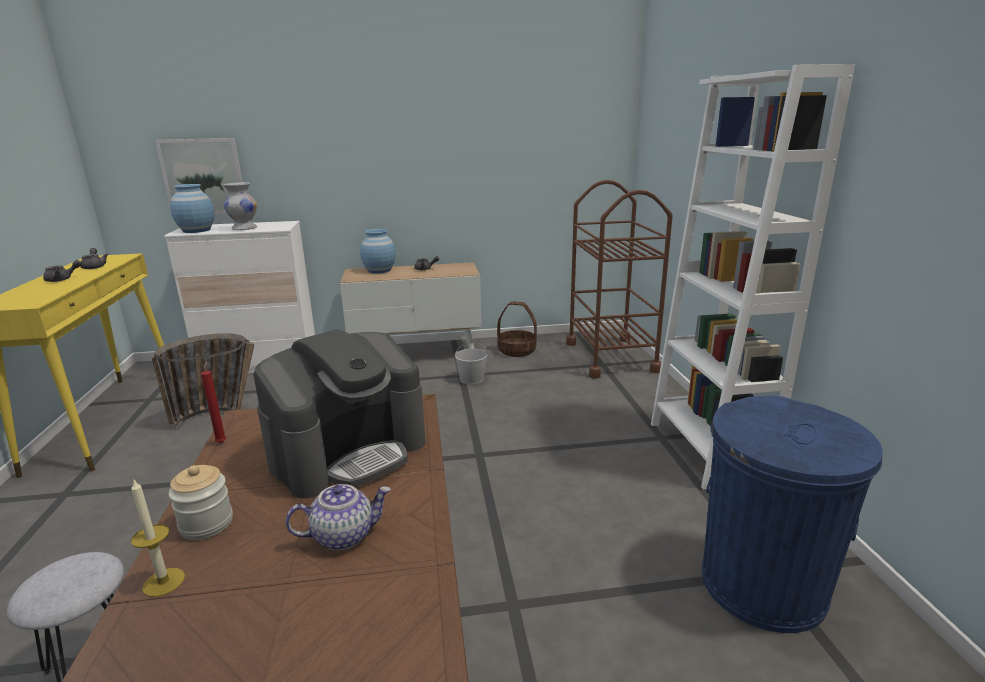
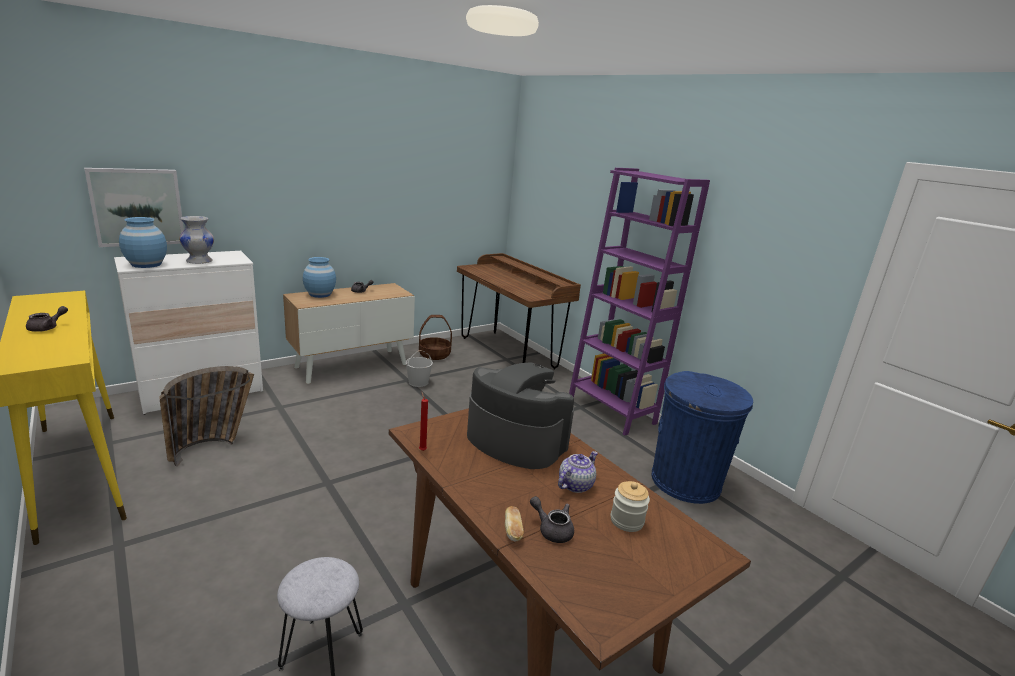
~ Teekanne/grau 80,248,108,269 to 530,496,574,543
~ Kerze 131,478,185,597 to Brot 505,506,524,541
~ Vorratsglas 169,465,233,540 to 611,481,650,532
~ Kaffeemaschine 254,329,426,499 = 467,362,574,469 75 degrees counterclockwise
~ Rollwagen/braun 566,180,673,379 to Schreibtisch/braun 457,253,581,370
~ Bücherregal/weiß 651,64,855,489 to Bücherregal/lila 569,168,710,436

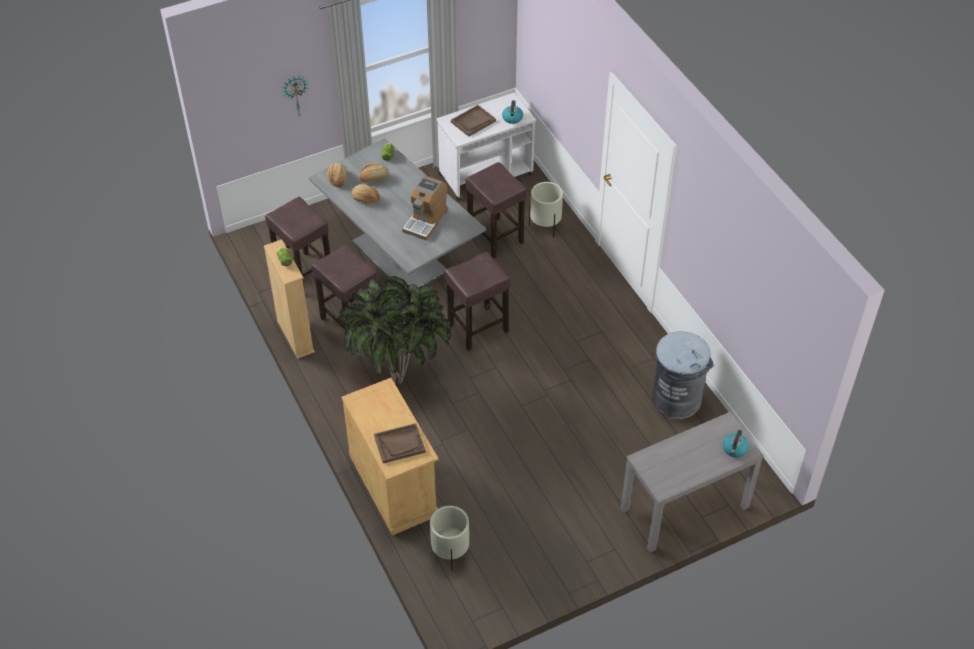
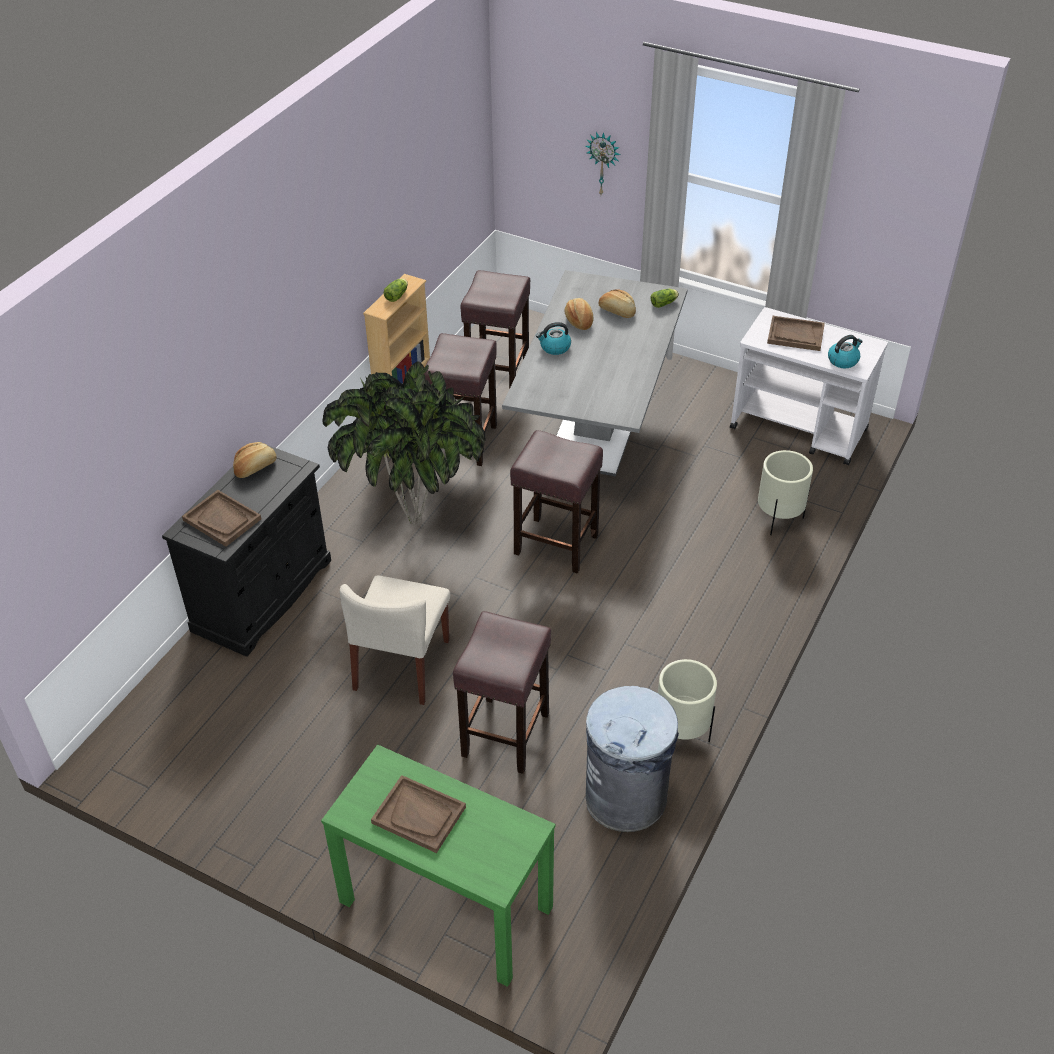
~ Brot 327,163,347,188 to 233,442,277,478
~ Schrank/beige 342,378,439,535 to Schrank/schwarz 162,445,331,656
- Kaffeemaschine 402,175,448,240
~ Pflanzkübel/beige 430,506,469,570 to 658,659,717,742
~ Hocker/braun 466,162,527,259 to 453,611,551,774
~ Konsolentisch/grau 620,412,764,552 to Konsolentisch/grün 321,744,555,987
~ Wasserkessel 723,430,749,457 to 536,322,571,355
+ Stuhl/beige 340,575,450,705
+ Tablett/braun 371,775,466,853

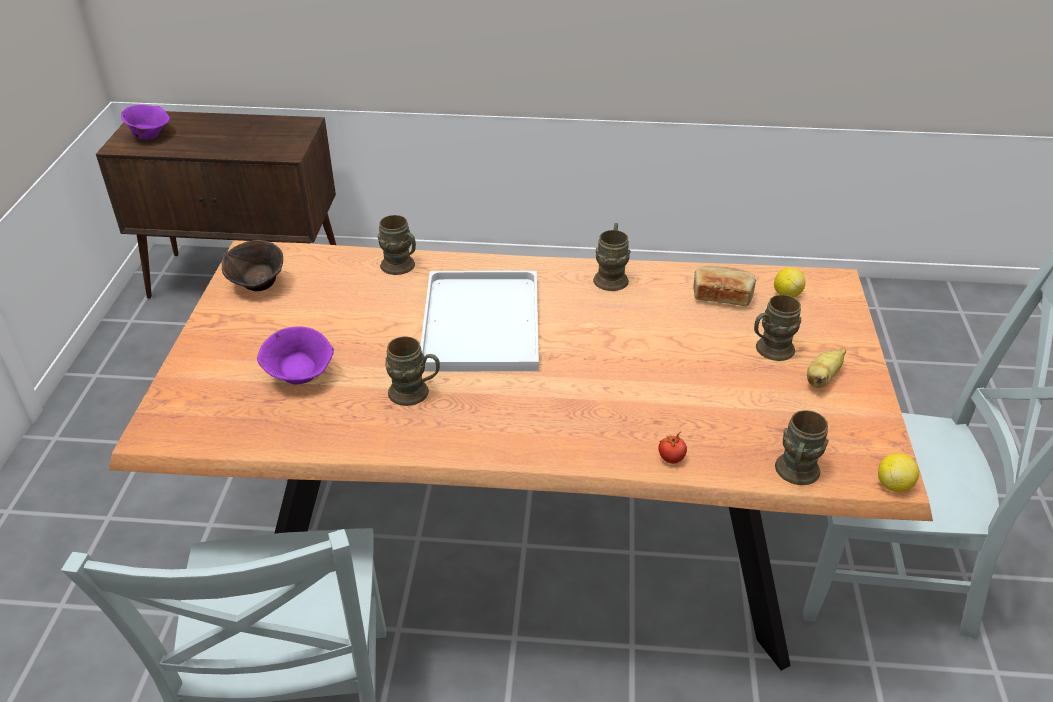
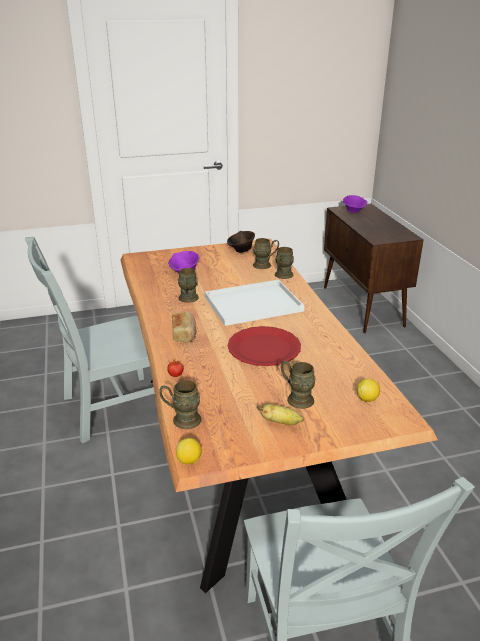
~ Henkelbecher/braun 593,223,631,291 to 253,238,279,269
~ Brot 693,266,756,306 to 172,311,196,343
+ Teller/rot 228,326,301,366

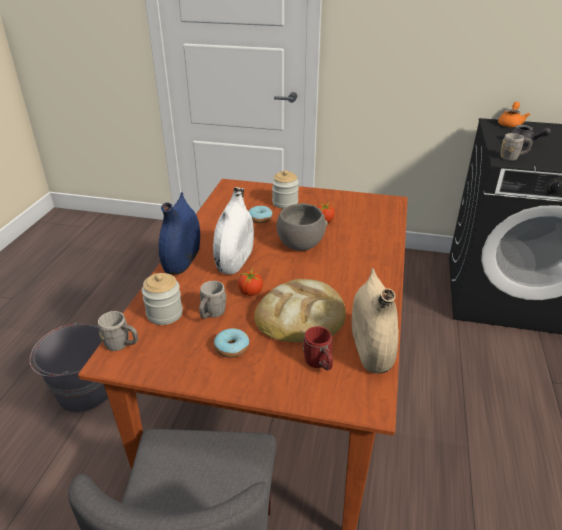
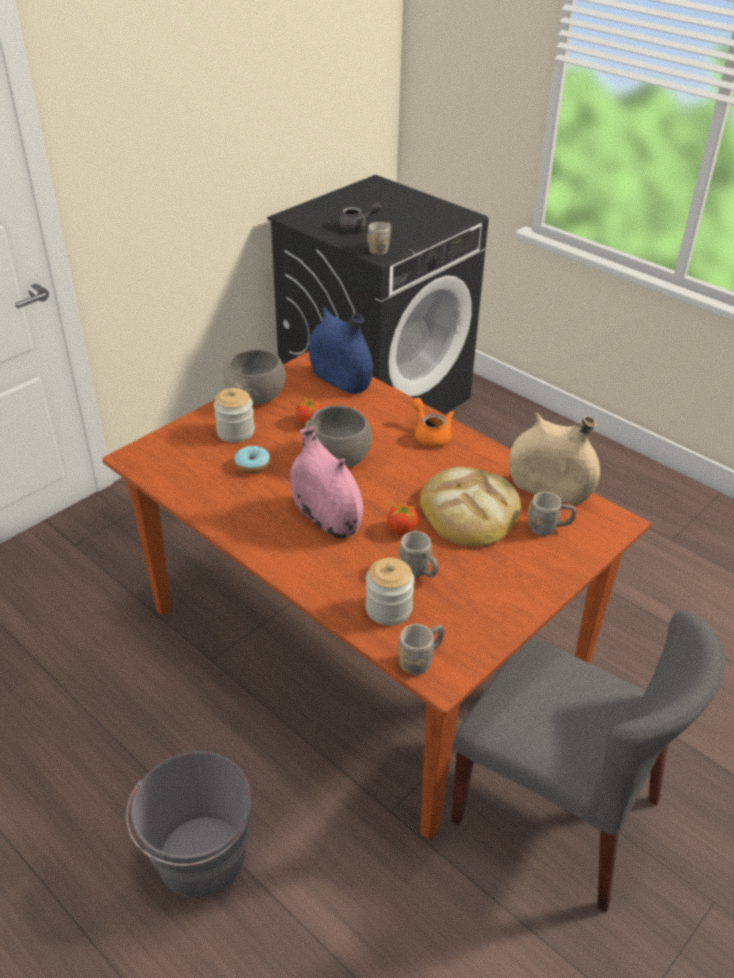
~ Vase/blau 159,192,200,274 to 309,307,373,394
~ Vase/weiß 213,187,254,274 to Vase/rosa 290,426,363,538
- Donut 214,328,249,358
~ Henkelbecher/rot 302,326,333,371 to Henkelbecher/grau 528,492,576,536
~ Teekanne/orange 498,102,530,127 to 412,398,454,447
+ Schüssel/grau 223,349,286,405

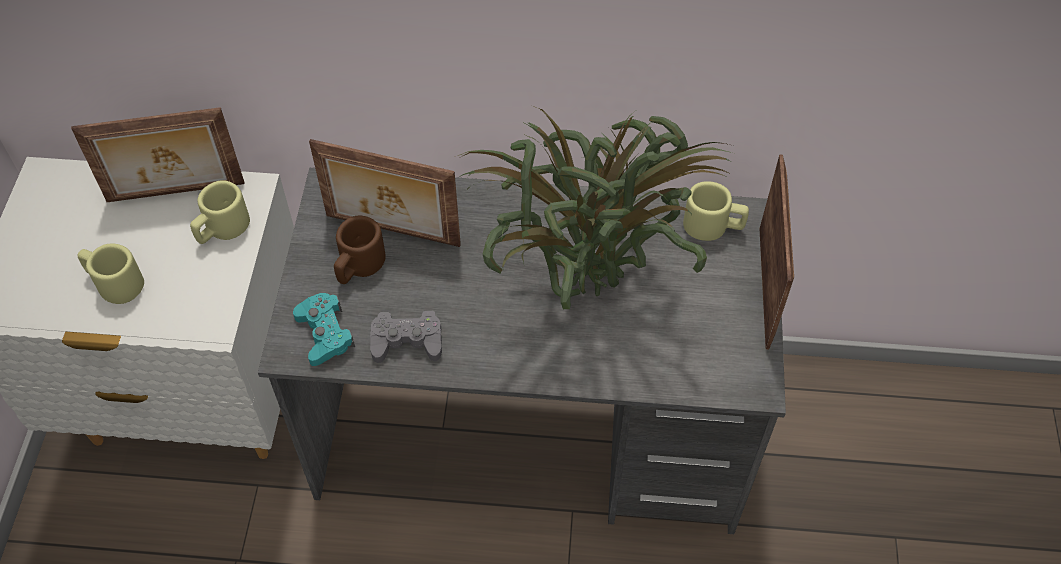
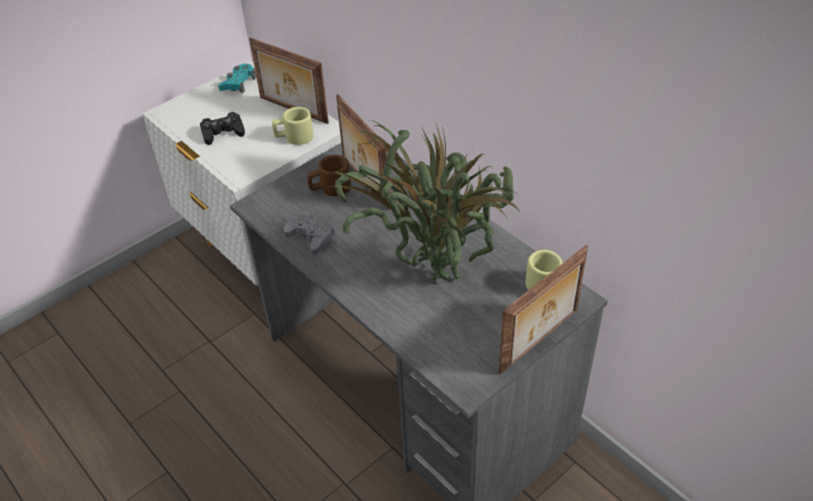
~ Henkelbecher/beige 78,243,144,304 to Gamepad/schwarz 200,112,245,145
~ Gamepad/türkis 293,293,355,366 to 218,64,256,94

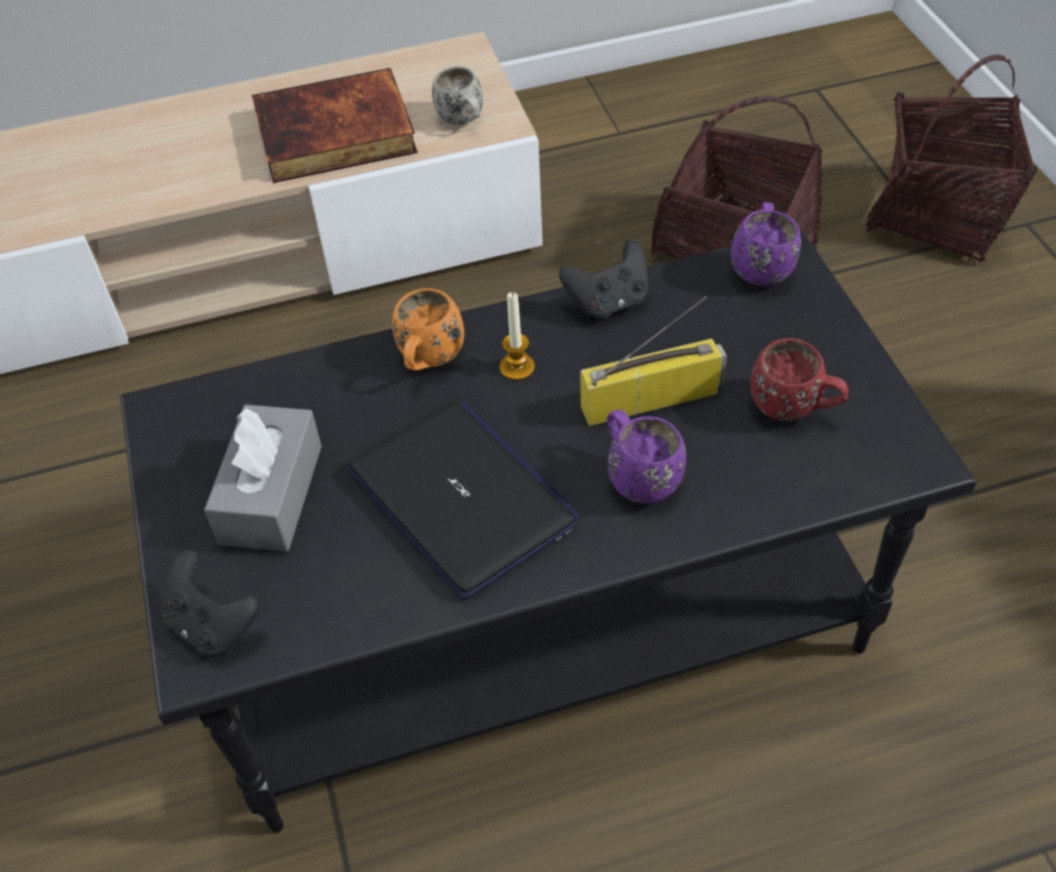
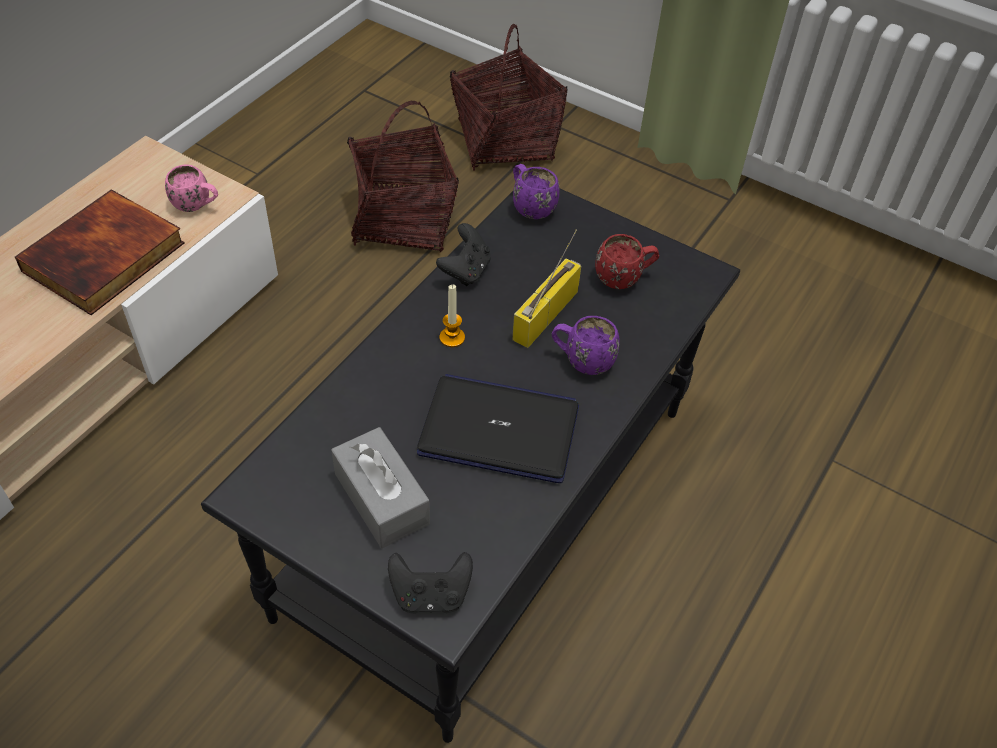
- Henkelbecher/orange 392,288,464,370
~ Henkelbecher/weiß 432,66,483,125 to Henkelbecher/rosa 165,164,218,212

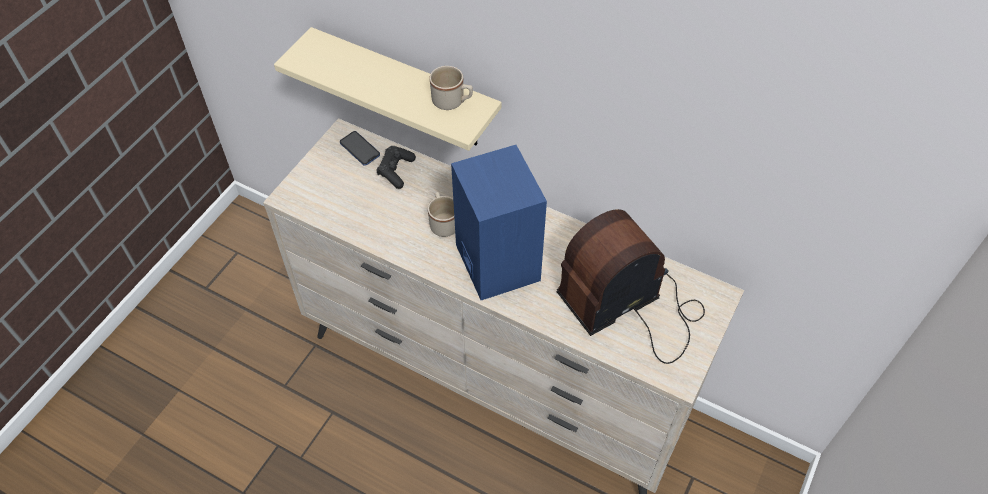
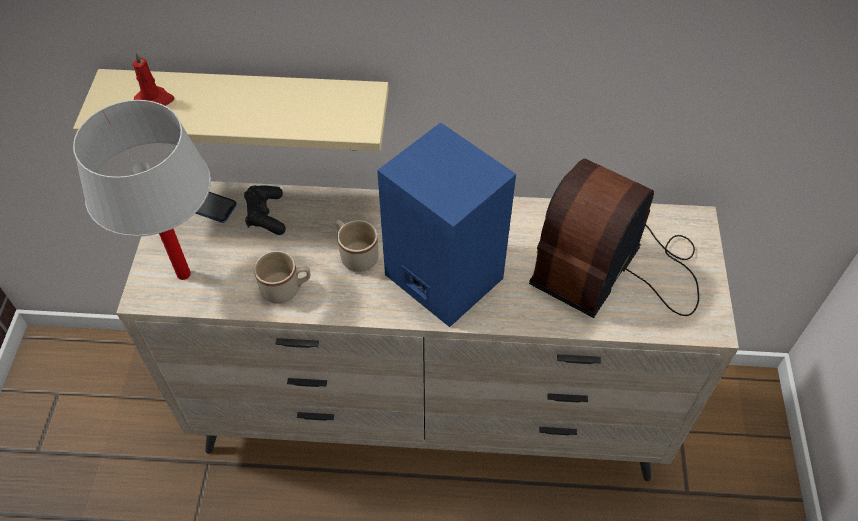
~ Henkelbecher/beige 430,66,473,110 to 254,251,311,304
+ Tischlampe/weiß 73,100,211,280
+ Kerze/rot 132,52,174,106

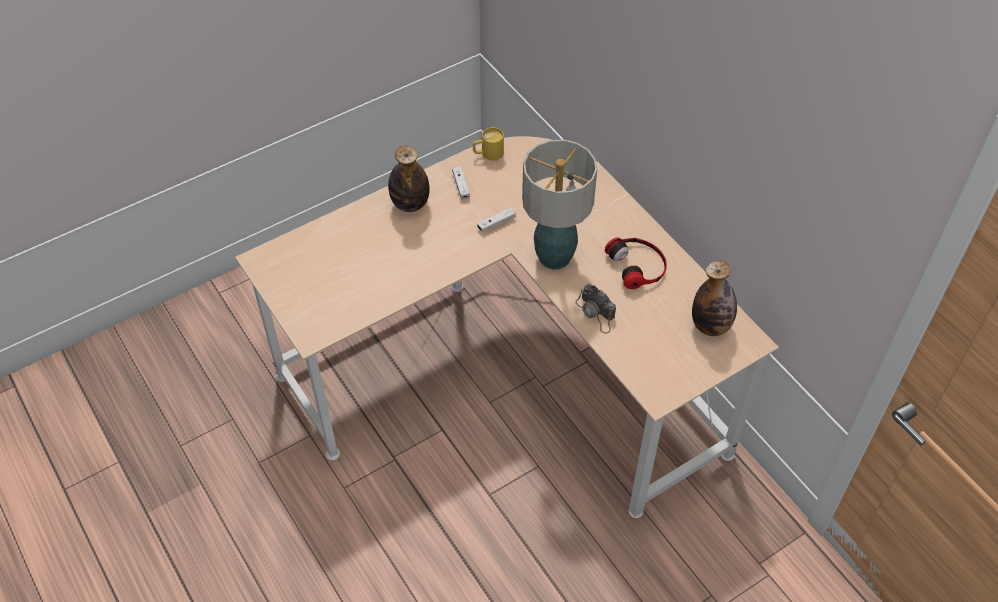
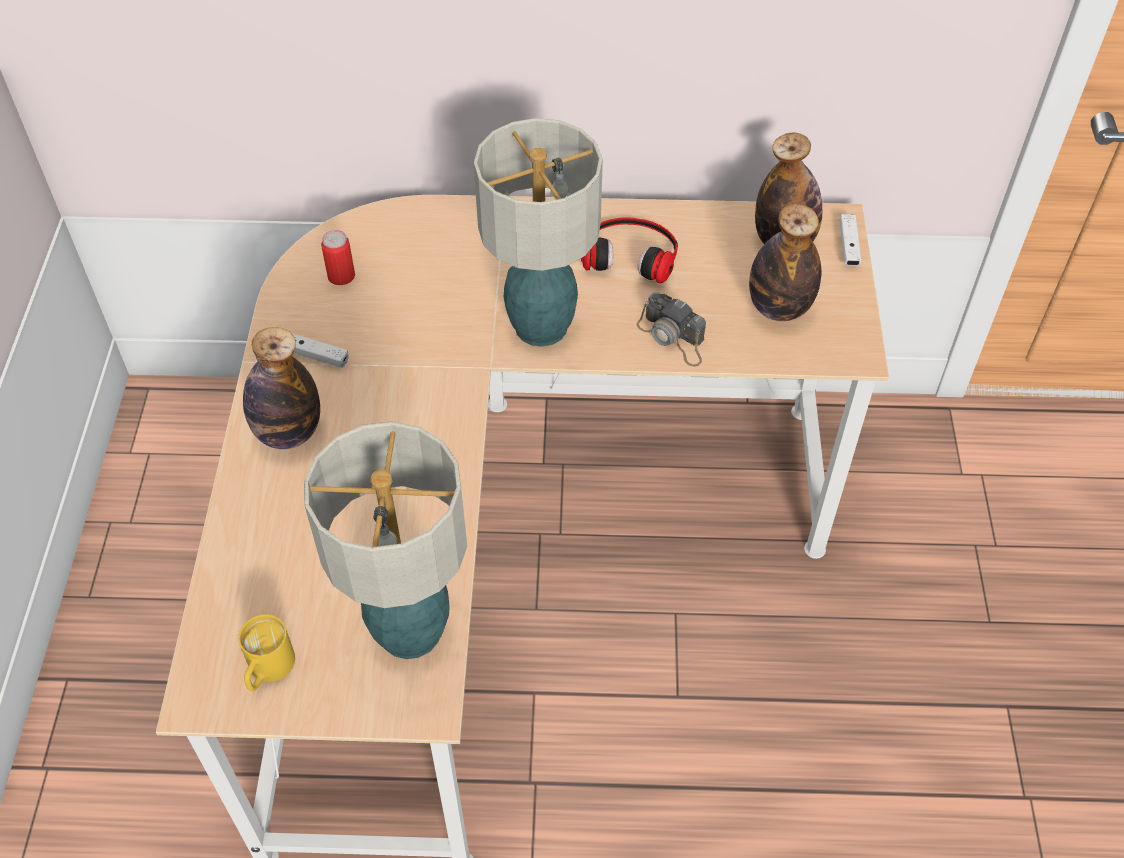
~ Henkelbecher/gelb 473,127,504,161 to 238,614,295,692
~ Gamepad/weiß 477,207,516,232 to 840,214,861,266
~ Kamera 575,284,616,334 = 637,292,706,367 45 degrees clockwise
+ Tischlampe 304,421,467,659
+ Dose 321,230,355,285
+ Flasche 749,204,821,321

